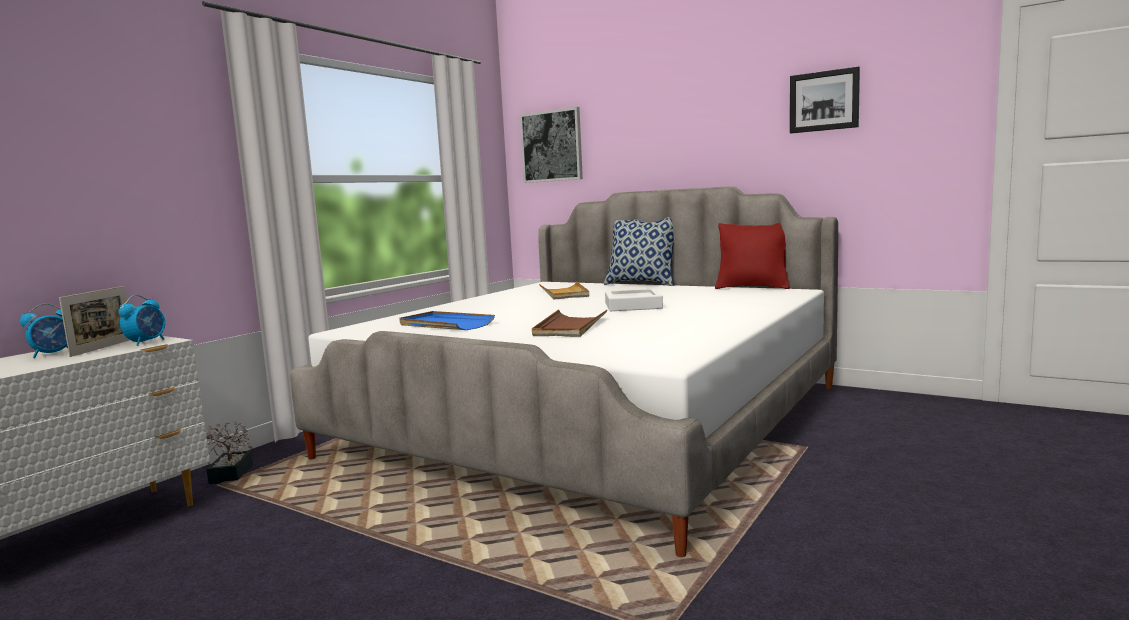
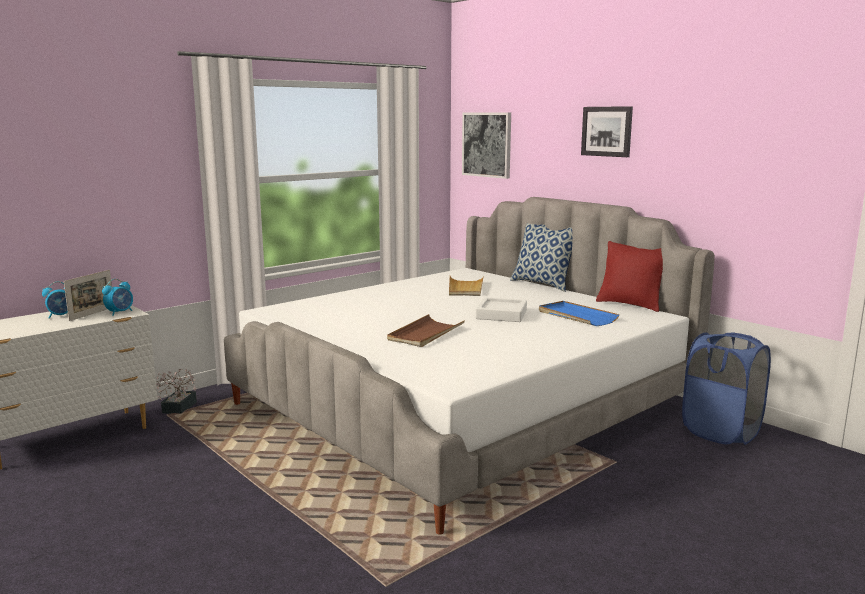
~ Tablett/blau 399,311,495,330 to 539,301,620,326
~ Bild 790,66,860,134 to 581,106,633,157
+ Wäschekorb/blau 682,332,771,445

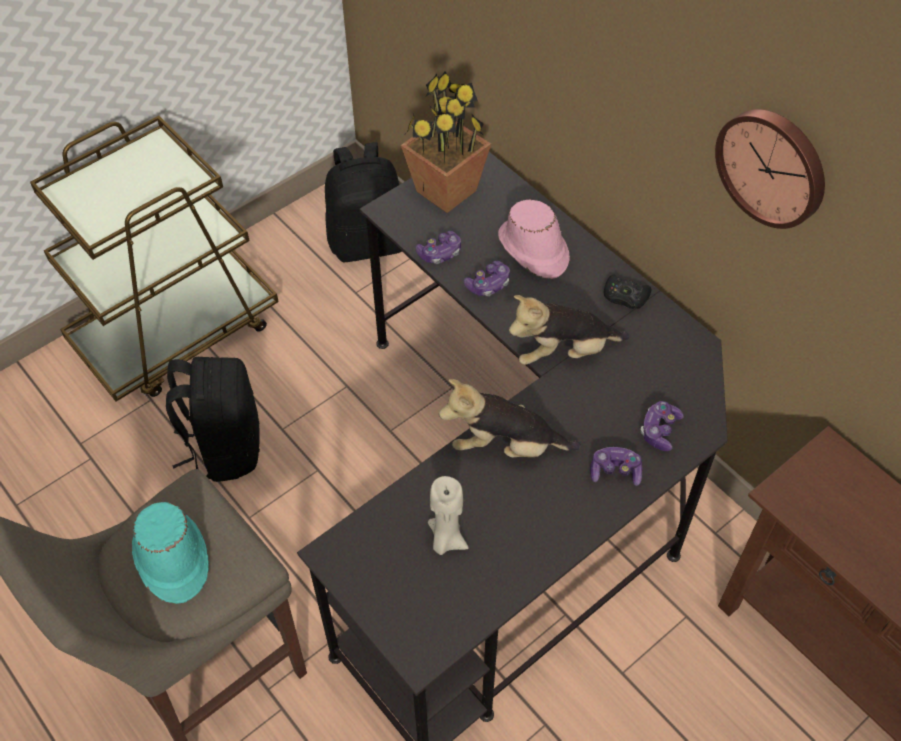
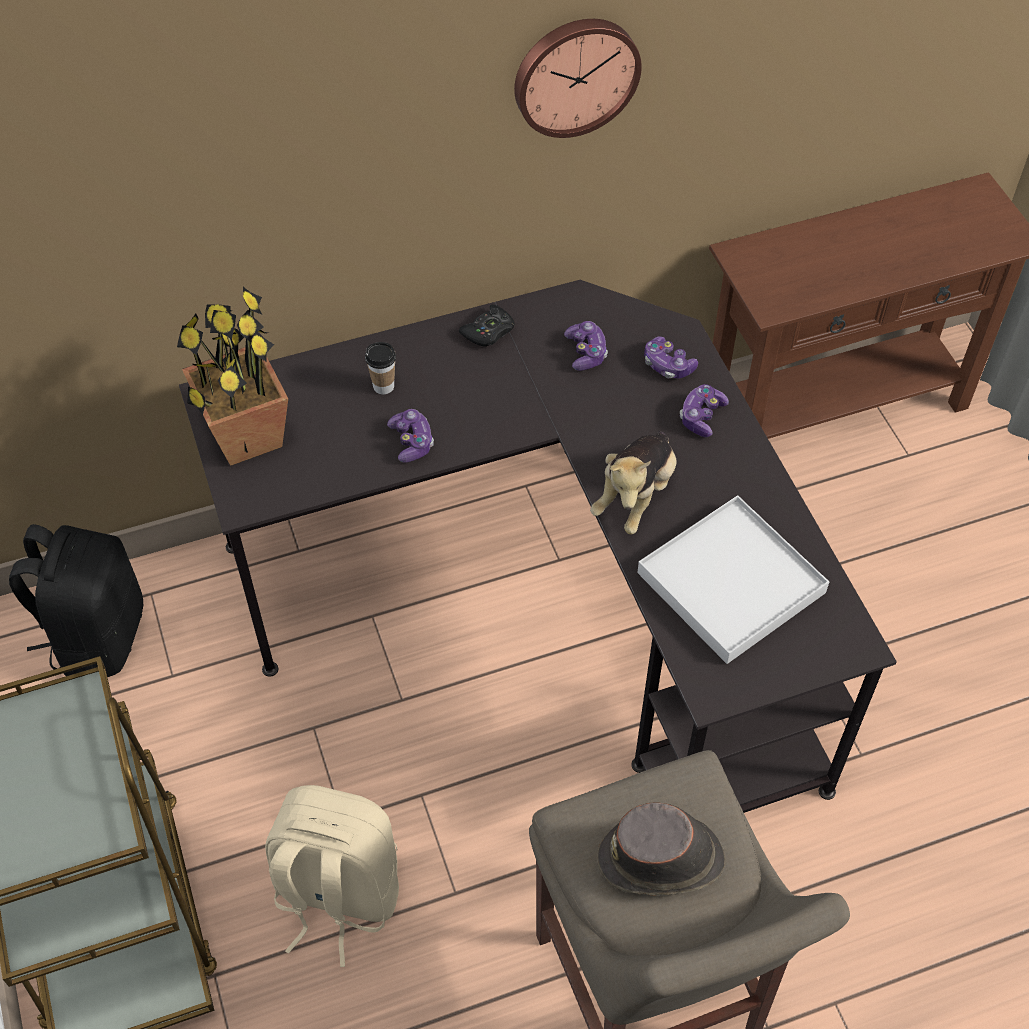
~ Hut/türkis 132,502,209,604 to Hut/braun 597,802,726,896
~ Rucksack/schwarz 166,357,260,482 to Rucksack/beige 265,785,399,967
~ Gamepad 415,231,461,264 to 564,321,608,371
~ Kerze/beige 428,476,468,555 to Tablett/weiß 637,495,829,664
~ Hut/rosa 498,200,570,279 to Tasse 365,342,396,394
- Plüschtier 509,295,629,365

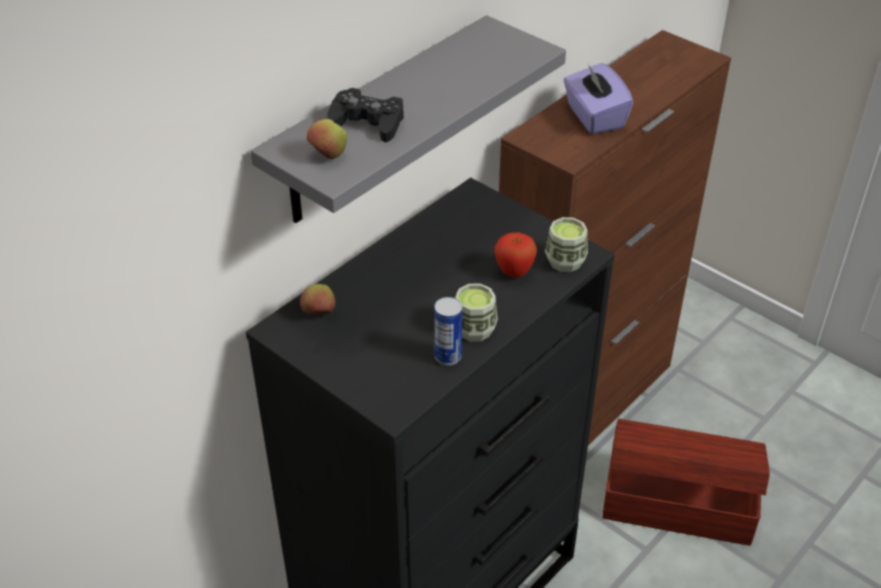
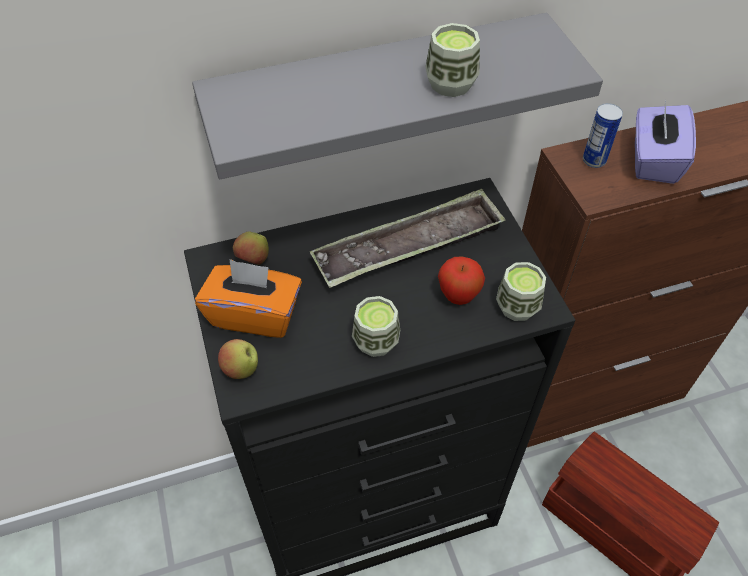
~ Apfel 307,119,347,159 to 218,339,258,379
- Gamepad/schwarz 327,88,404,142
~ Dose 434,297,462,366 to 583,103,623,168
+ Taschentuchbox/orange 195,259,302,338
+ Tablett 310,188,506,288
+ Tasse 425,23,480,97

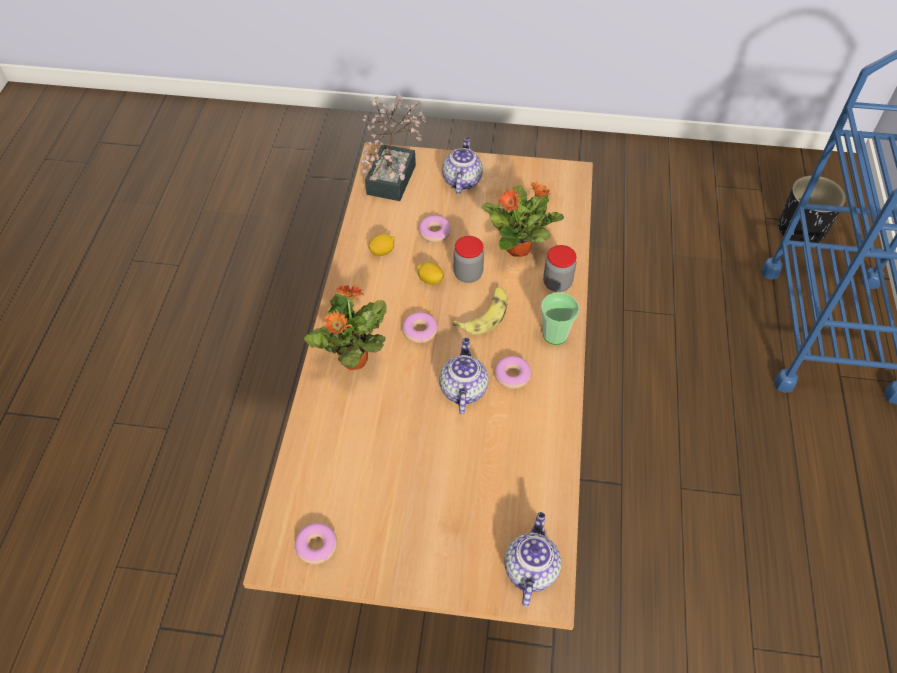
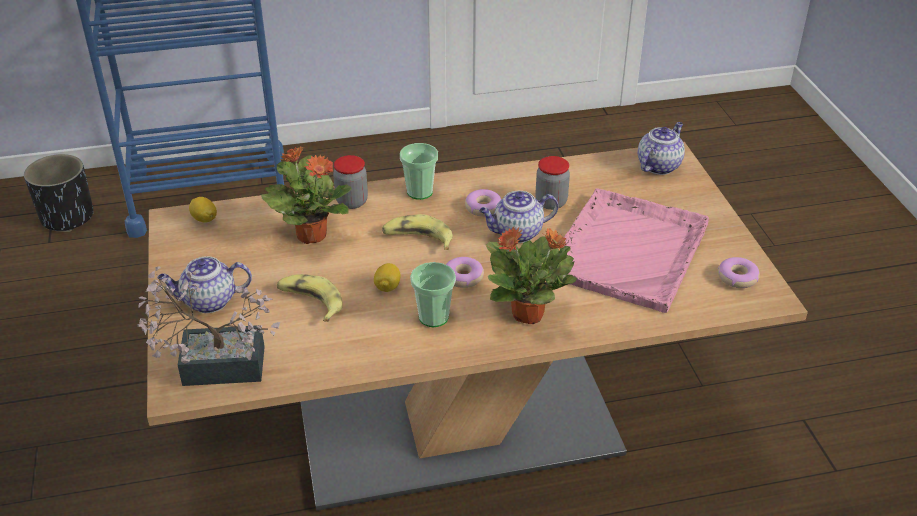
~ Zitrone 369,233,395,256 to 189,197,217,223
~ Donut 418,215,451,243 to Banane 277,274,343,322
~ Vorratsglas 454,236,484,283 to 535,156,570,210
~ Teekanne 504,512,561,607 = 638,122,685,175 135 degrees clockwise
+ Tasse 410,262,456,327
+ Tablett/rosa 563,188,709,313

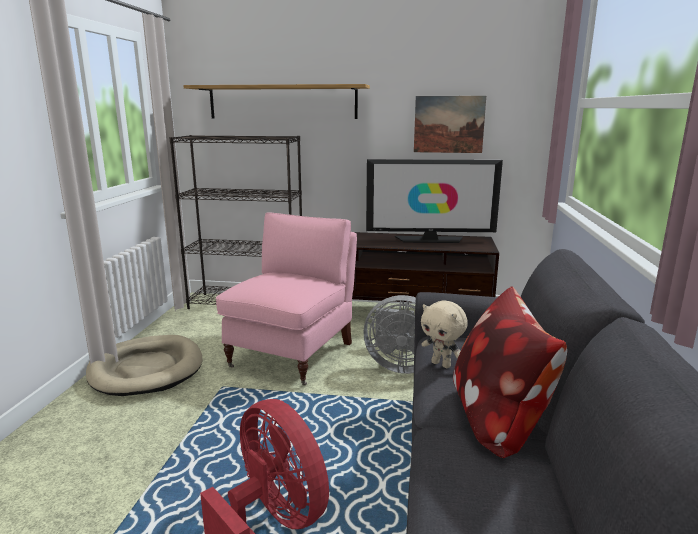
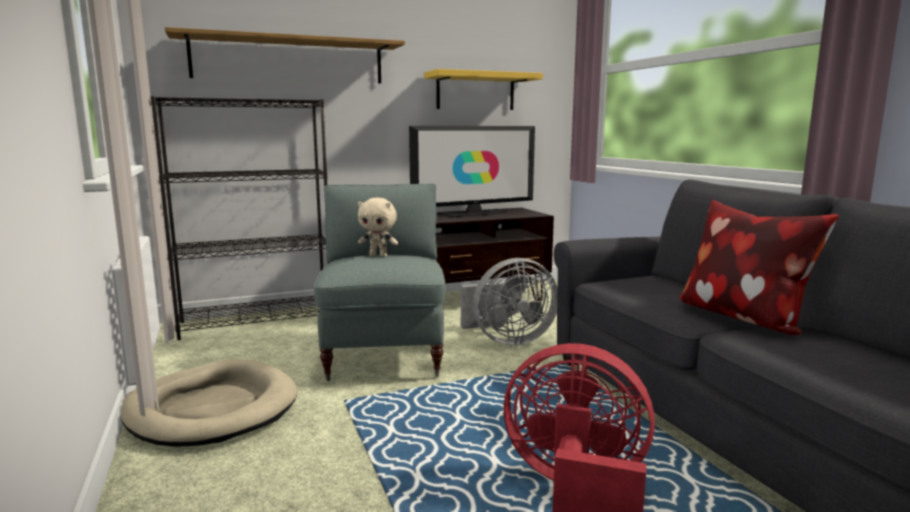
~ Sessel/rosa 216,212,357,385 to Sessel/grau 314,184,446,381
~ Bild 414,96,486,153 to Wandregal/gelb 424,69,543,110
~ Plüschtier/beige 421,300,468,368 to 358,198,398,257

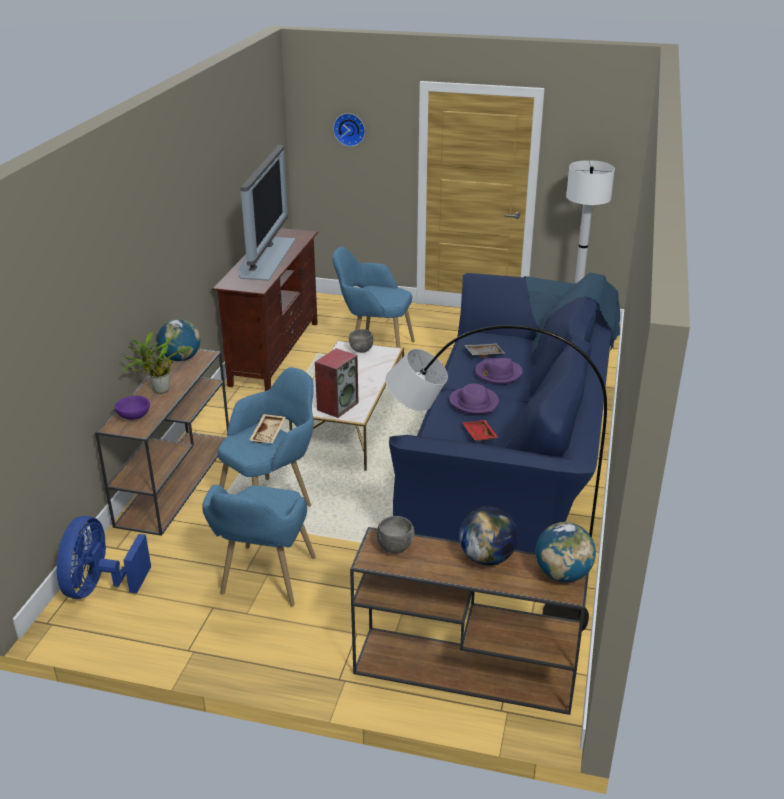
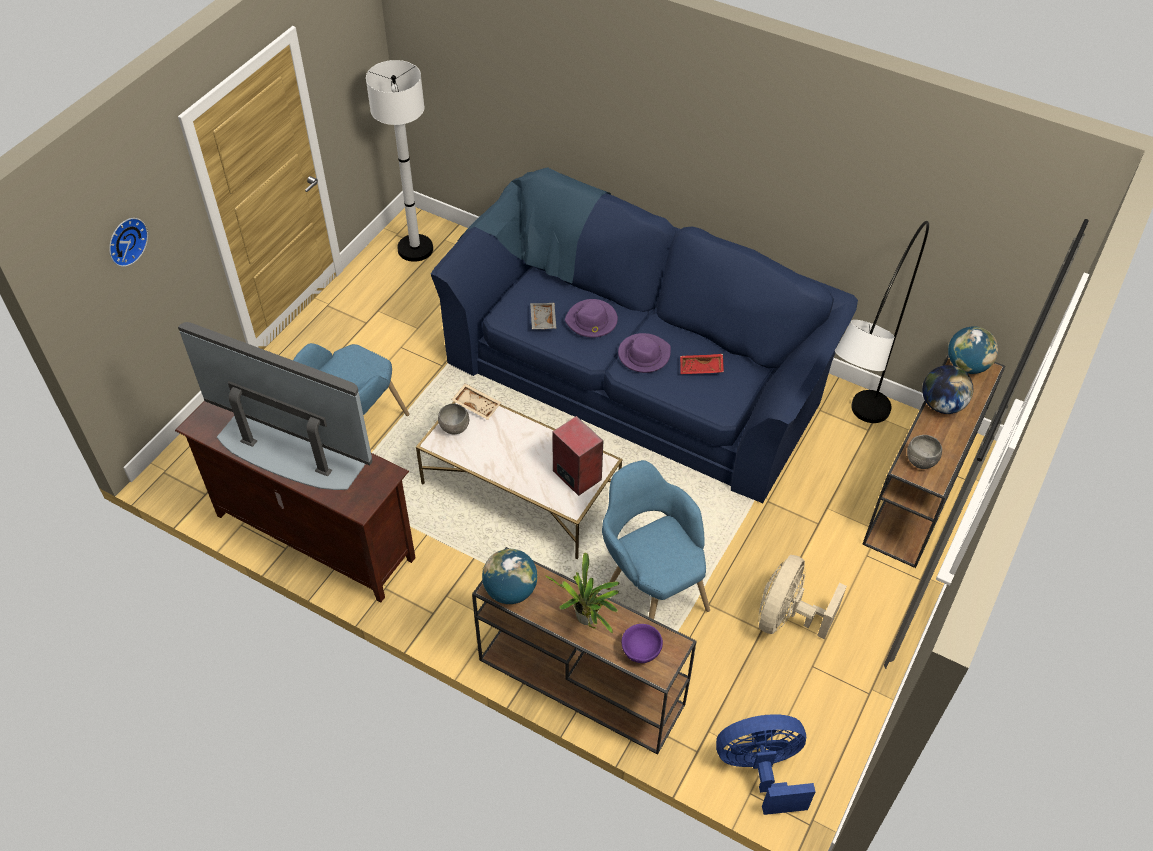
~ Ventilator/blau 57,516,151,599 = 716,714,816,815 150 degrees clockwise
~ Sessel/blau 203,485,316,606 to Ventilator/beige 759,555,847,639
~ Tablett/beige 249,414,286,443 to 452,383,501,420

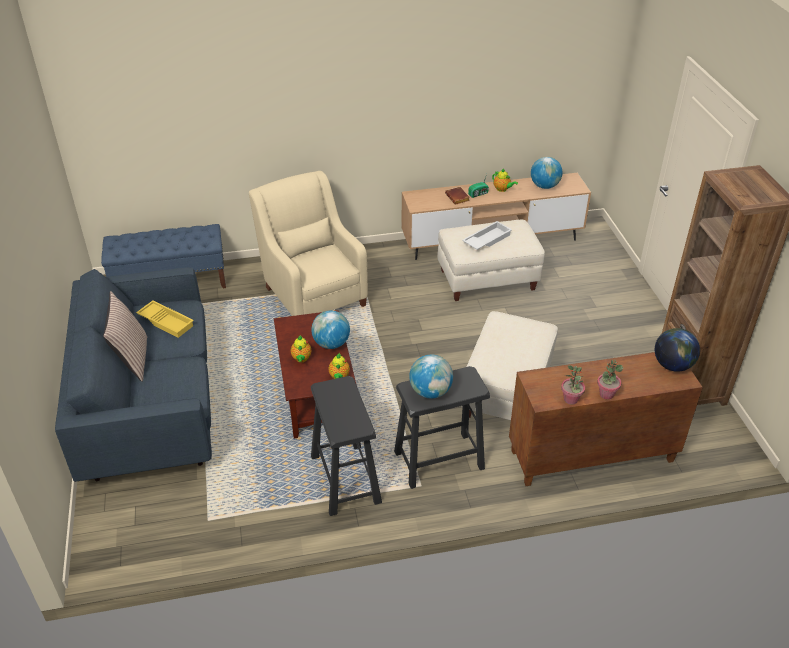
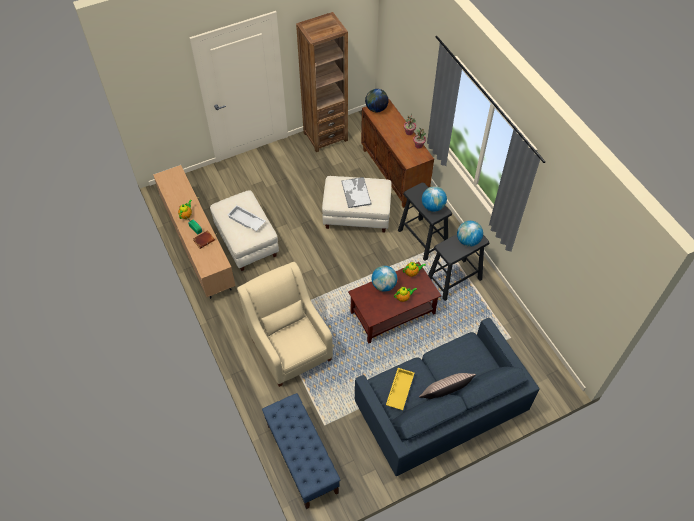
~ Sessel/beige 249,171,368,316 = 237,262,333,387 105 degrees clockwise
~ Globus 531,157,563,189 to 457,221,483,247
+ Tablett 341,177,372,208

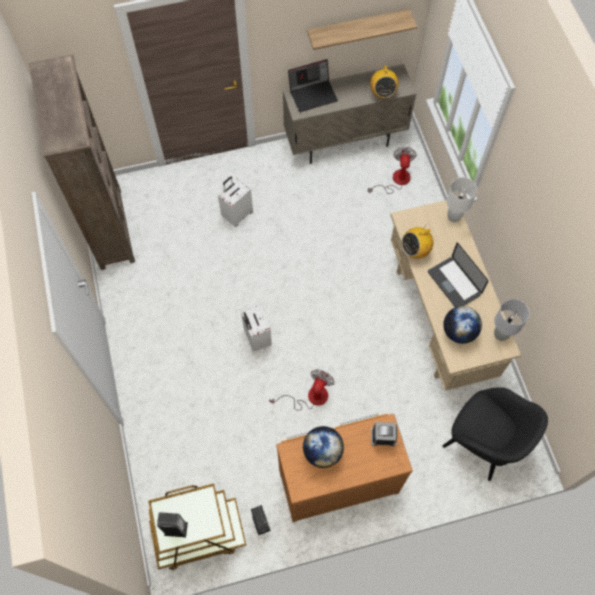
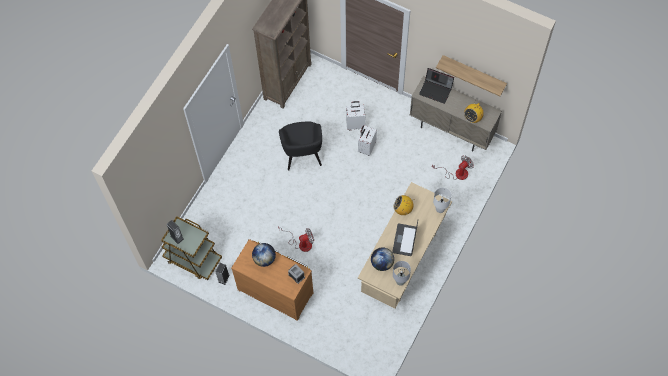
~ Koffer/weiß 241,305,272,352 to 358,125,377,156
~ Sessel/schwarz 443,387,548,481 to 279,122,322,171

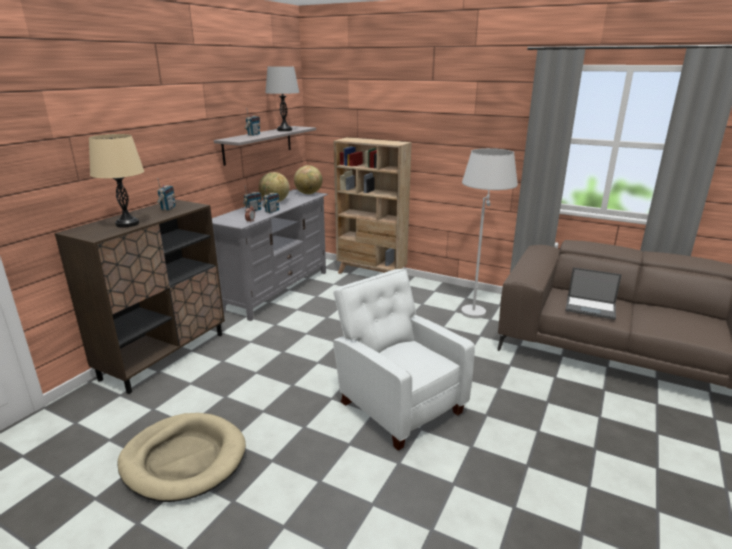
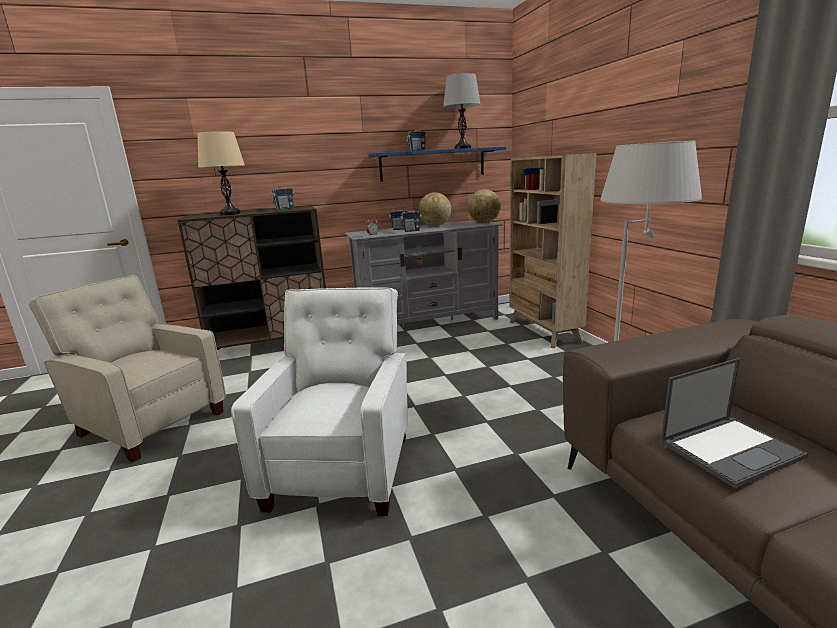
~ Hundebett/beige 117,413,246,502 to Sessel/beige 29,275,226,463
~ Wandregal/grau 214,126,316,166 to Wandregal/blau 369,147,506,181
~ Laptop 565,267,622,320 = 661,358,808,488 90 degrees counterclockwise

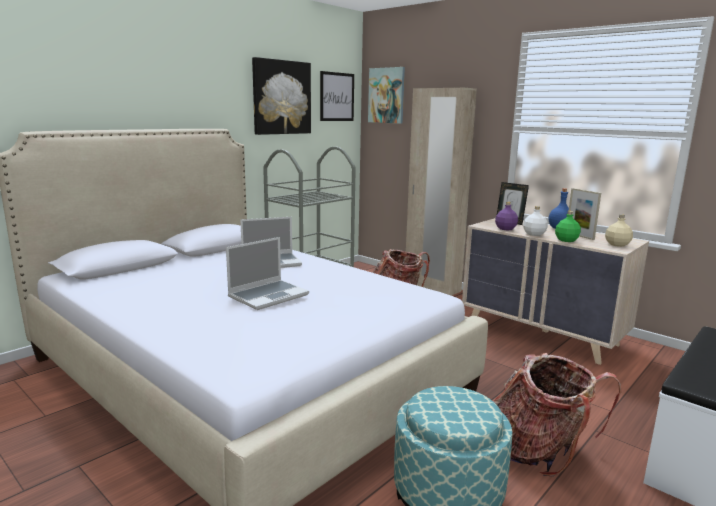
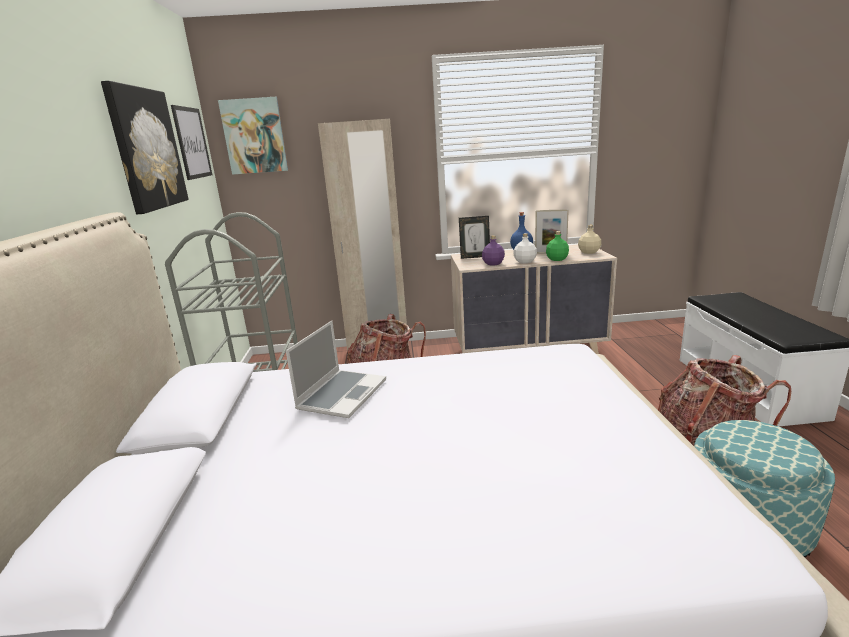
- Laptop 226,237,309,310

